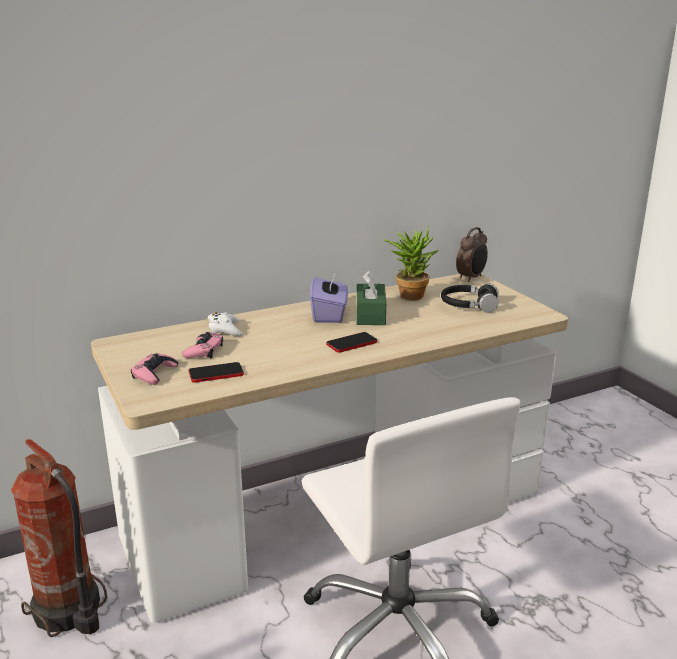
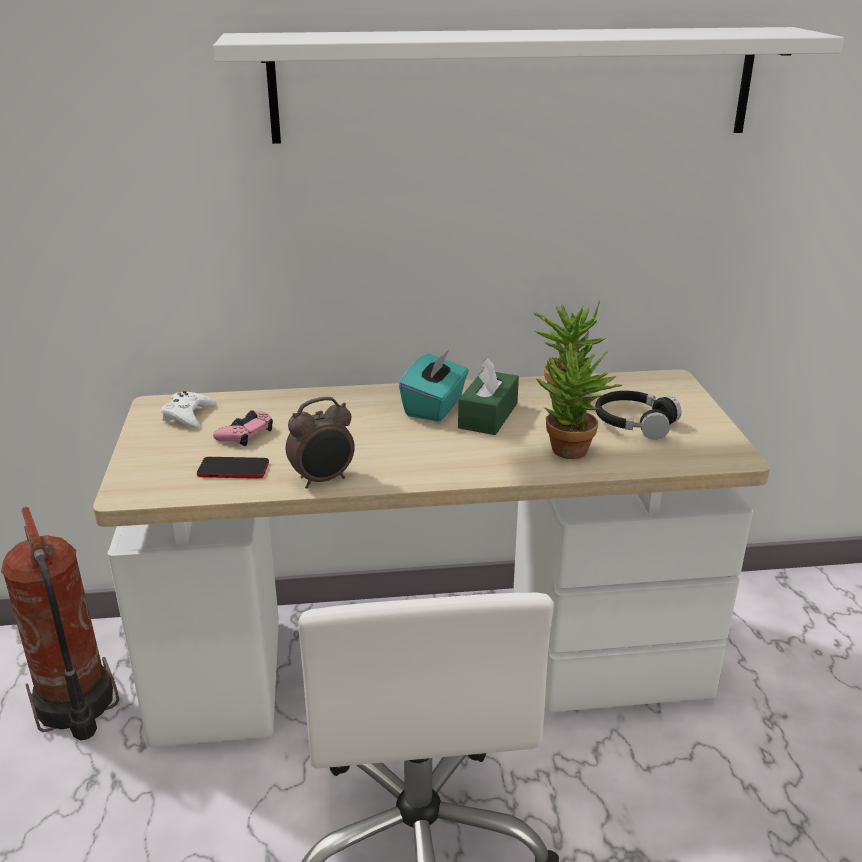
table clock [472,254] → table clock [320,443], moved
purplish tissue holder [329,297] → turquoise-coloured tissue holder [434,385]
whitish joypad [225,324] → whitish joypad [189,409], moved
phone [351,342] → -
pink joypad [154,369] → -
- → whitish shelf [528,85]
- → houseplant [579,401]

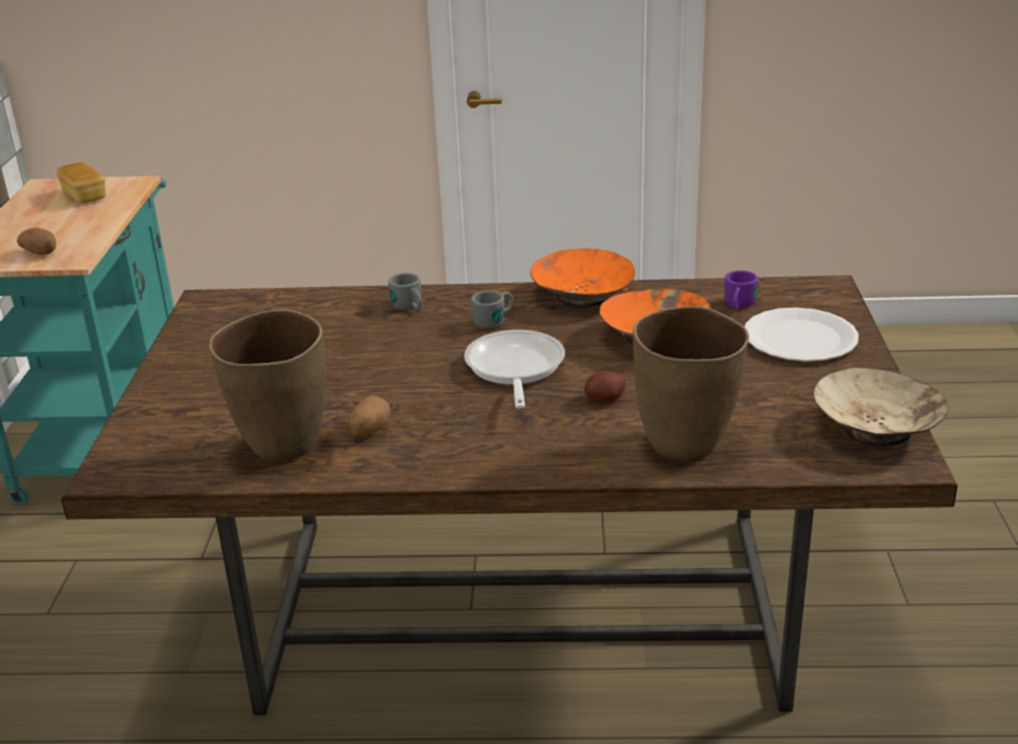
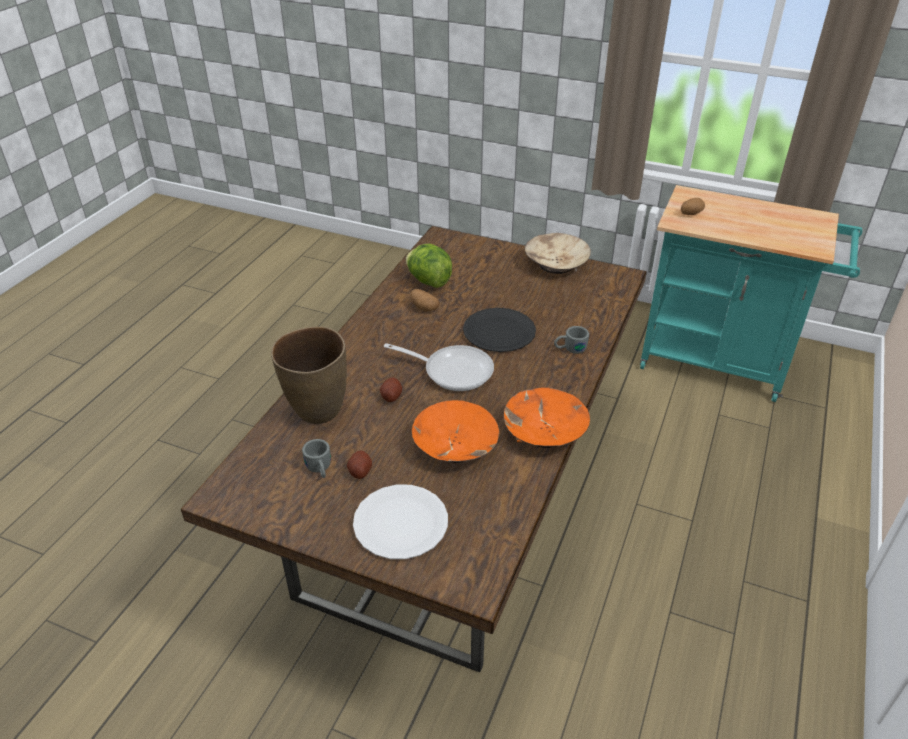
baked bread [81,182] → -
purplish tea mug [741,290] → -
gray tea mug [492,310] → gray tea mug [316,458], moved
brownish decorative vase [267,385] → lettuce [429,266]
beige serving bowl [881,406] → beige serving bowl [558,253], moved
- → black-coloured dinner plate [499,330]
- → spud [359,465]

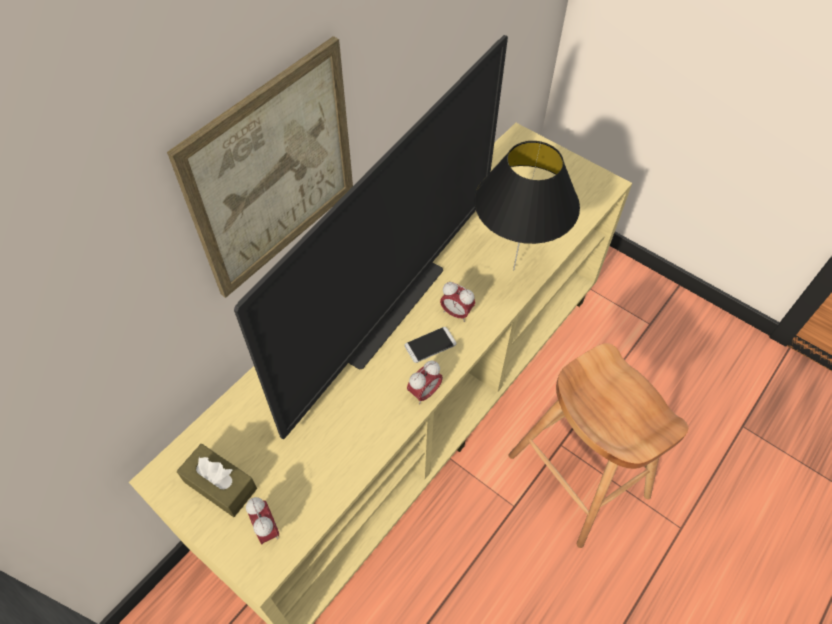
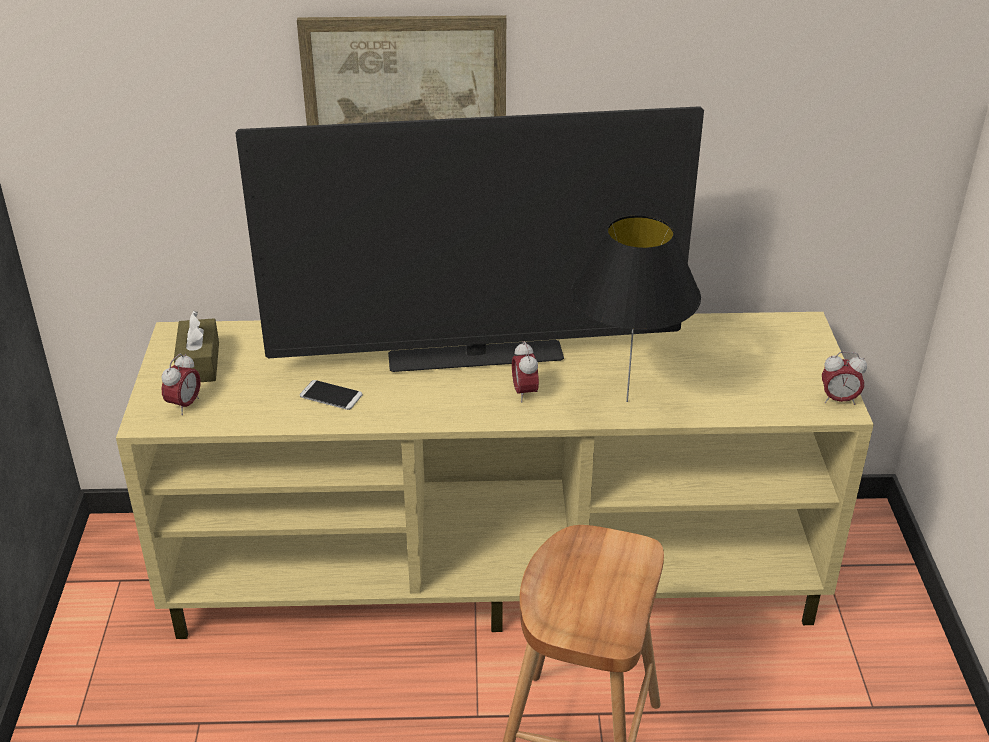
phone [430,345] → phone [331,395], moved
table clock [425,382] → table clock [844,378], moved

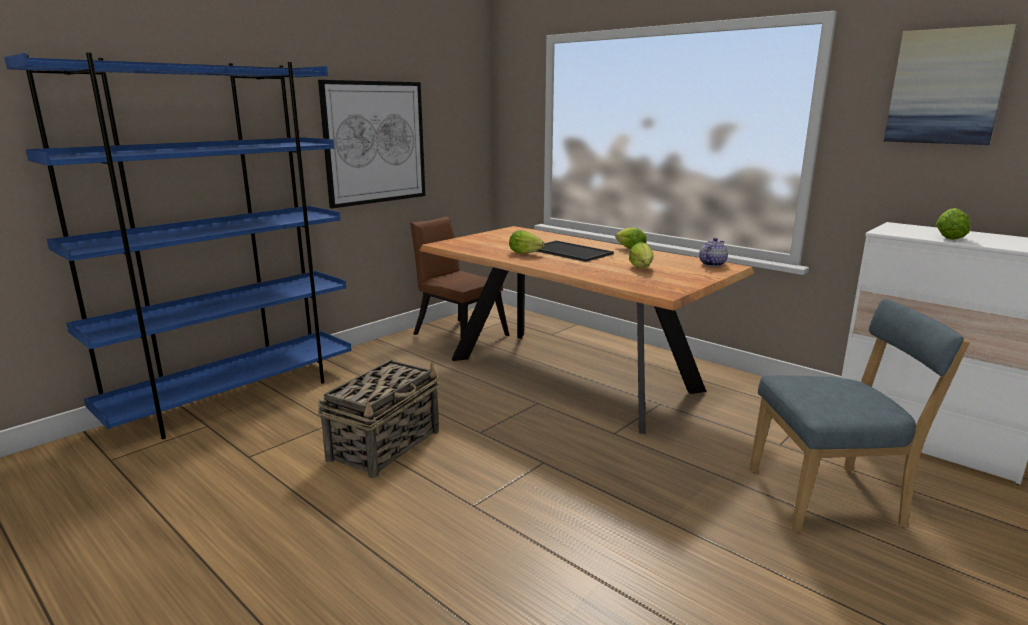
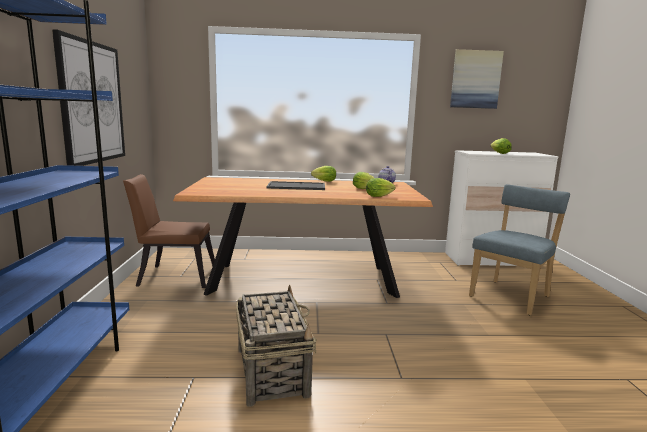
lettuce [527,242] → lettuce [380,187], moved

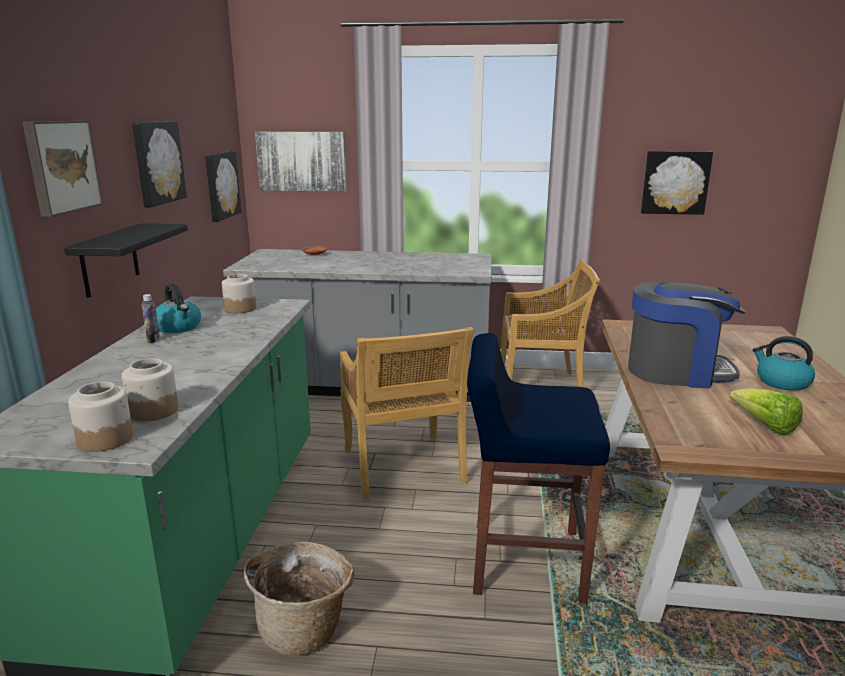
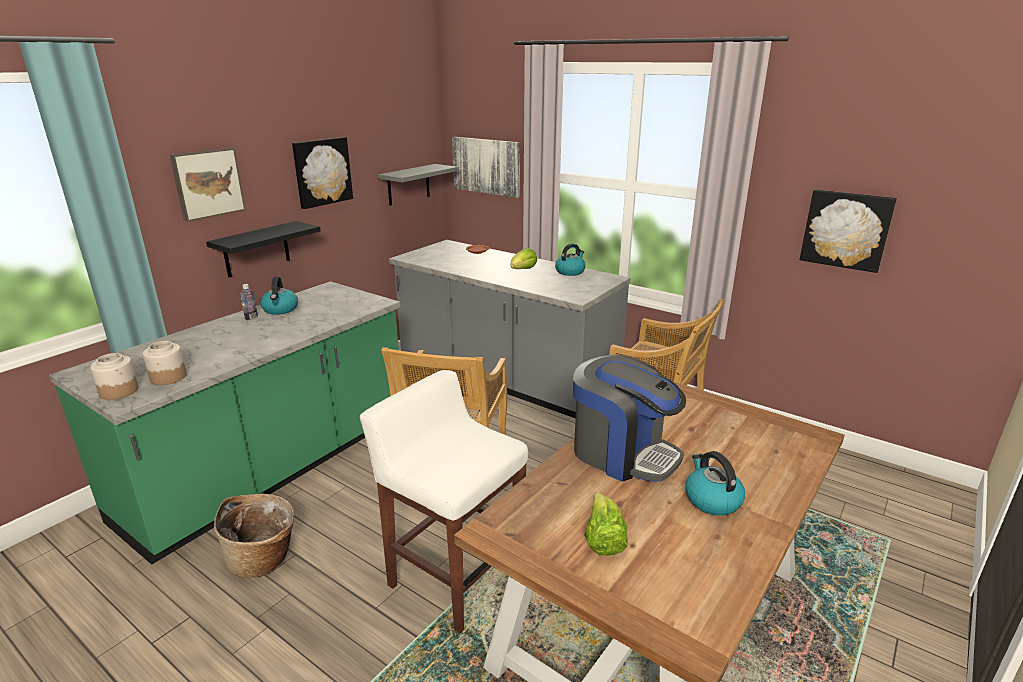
wall picture [223,186] → gray shelf [418,185]
preserve jar [239,293] → -
blue-coloured stool seat [538,468] → whitish stool seat [444,502]
- → water kettle [570,259]
- → lettuce [523,258]

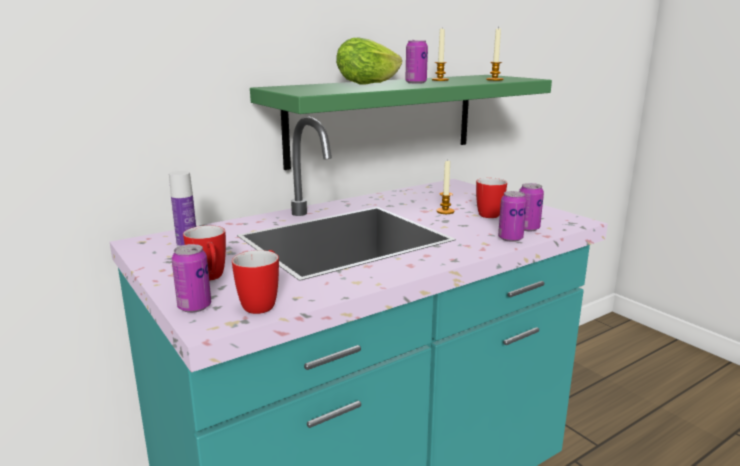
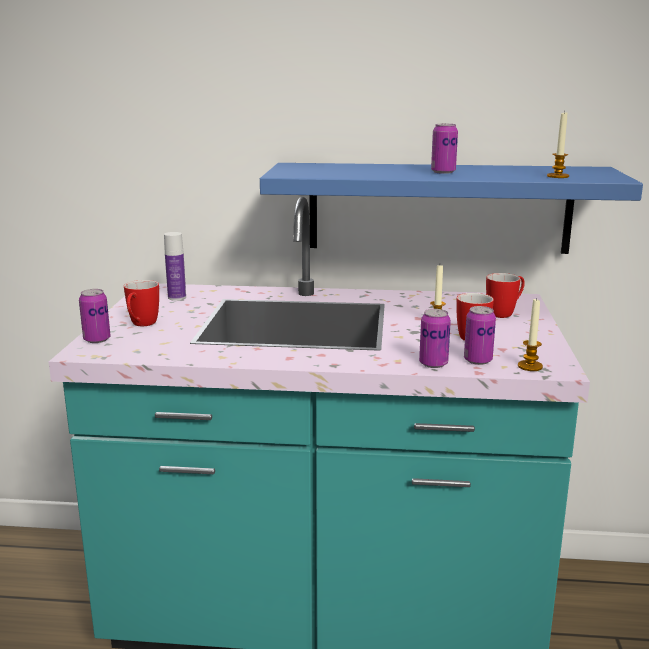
wax candle [440,54] → wax candle [530,335], moved
lettuce [369,61] → -
green-coloured shelf [401,122] → blue-coloured shelf [451,208]
tea mug [255,282] → tea mug [505,295], moved

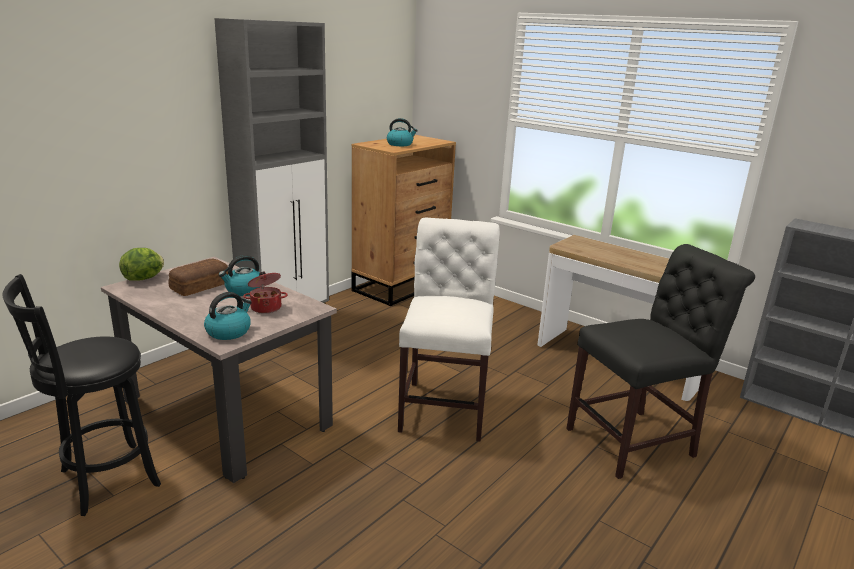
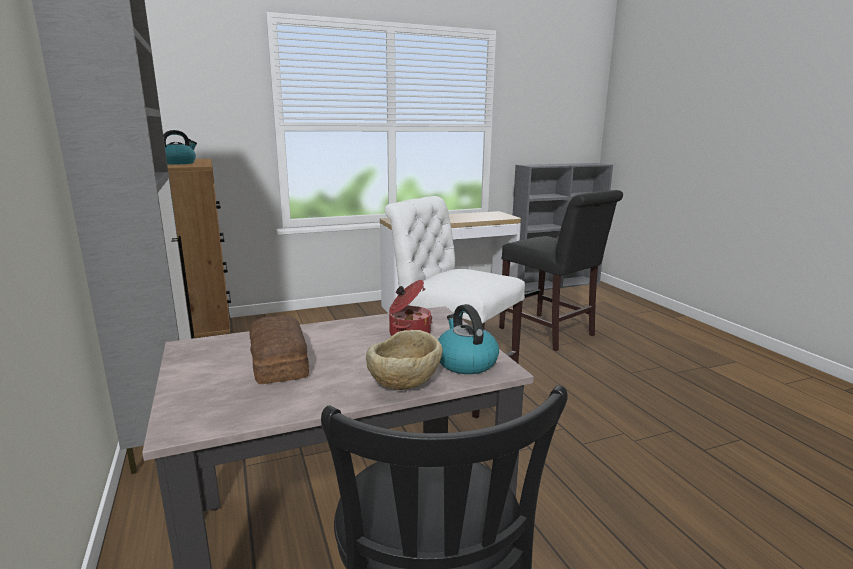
black-coloured plain chair [660,361] → black-coloured plain chair [561,270], 135 degrees clockwise
lettuce [141,264] → -
water kettle [239,275] → -
- → beige serving bowl [404,360]

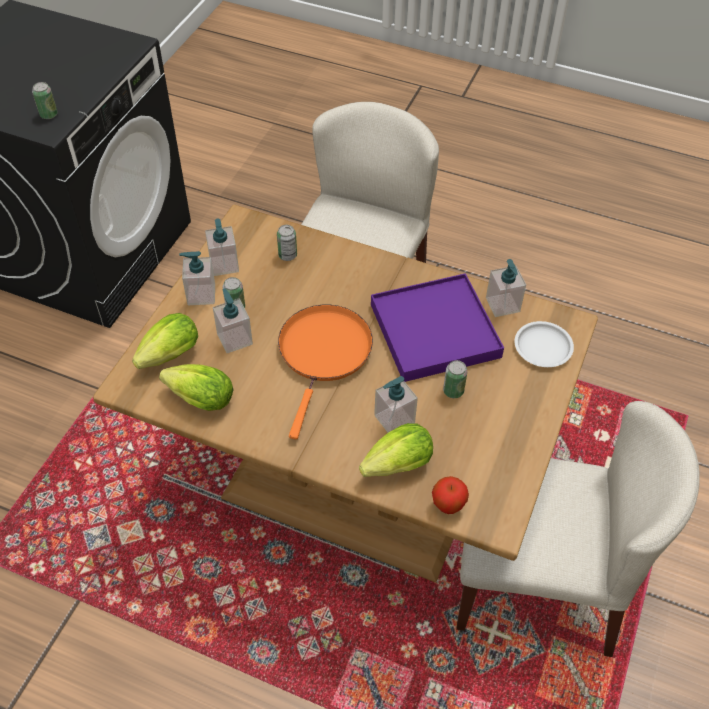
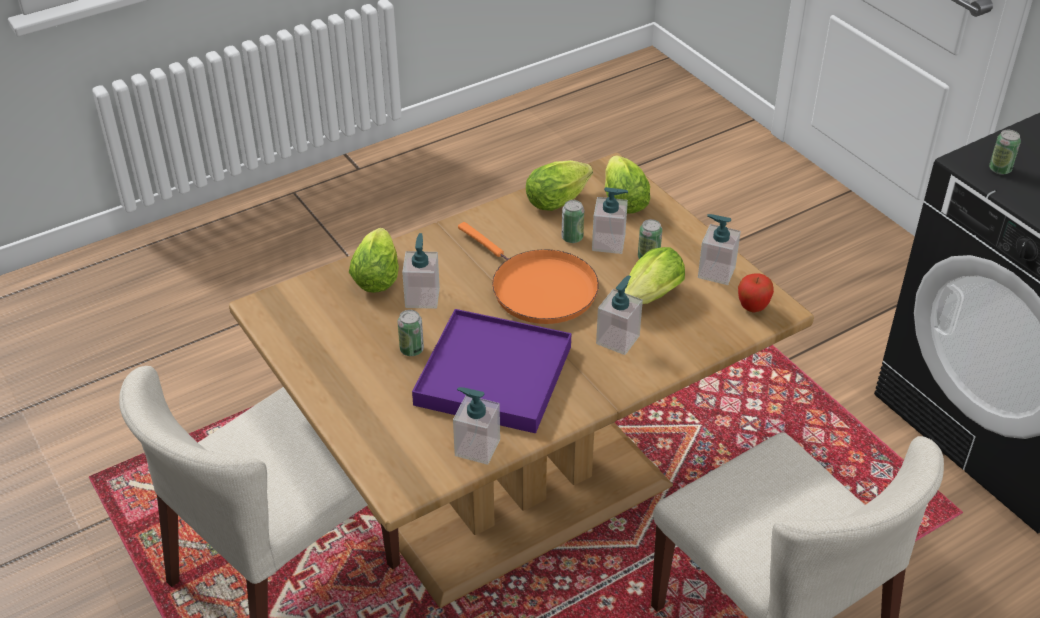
metal can [287,243] → metal can [573,221], moved
soap dispenser [197,278] → soap dispenser [619,315], moved
whitish dinner plate [544,344] → -
apple fruit [450,495] → apple fruit [756,292], moved
- → lettuce [654,275]

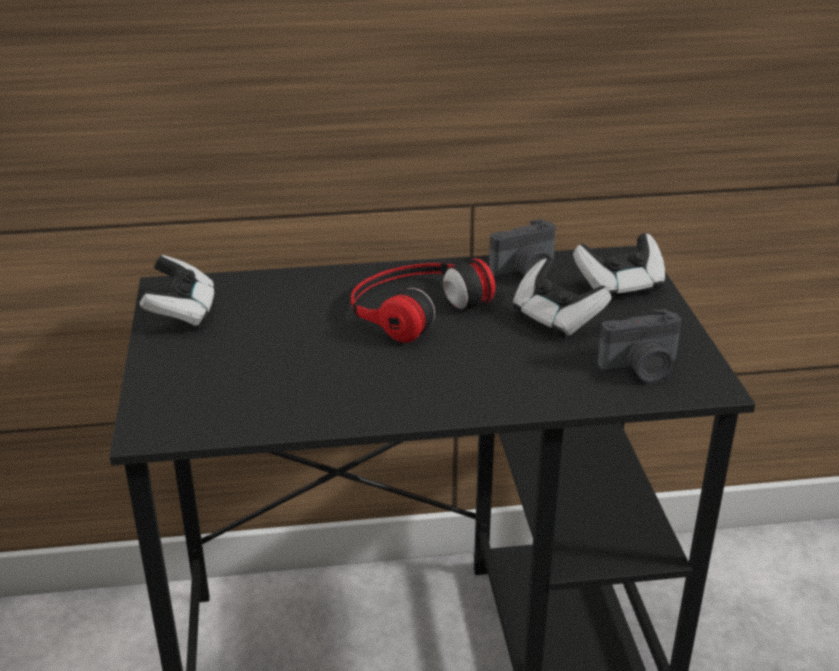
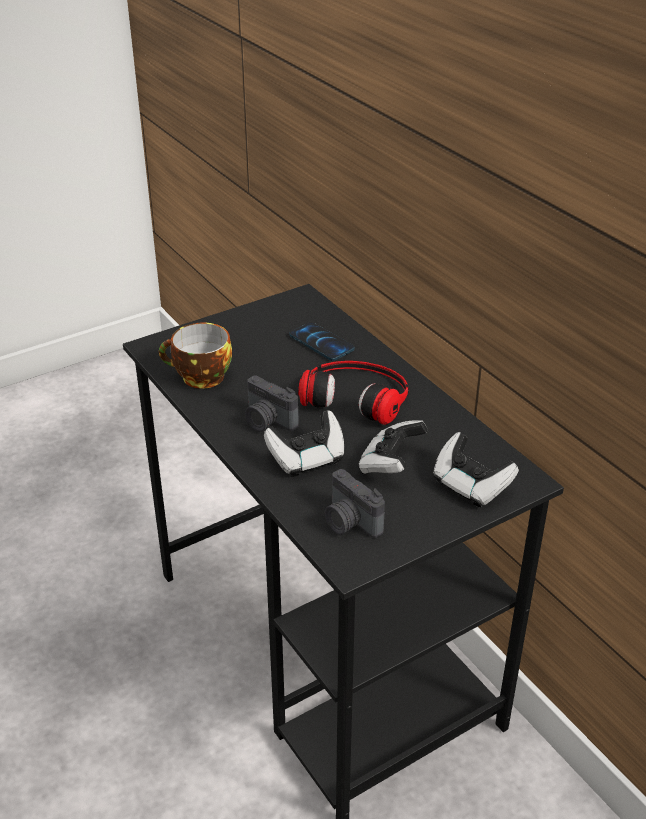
photo camera [522,248] → photo camera [272,404], moved
joypad [177,291] → joypad [304,443], moved
- → phone [322,341]
- → drinking cup [195,356]

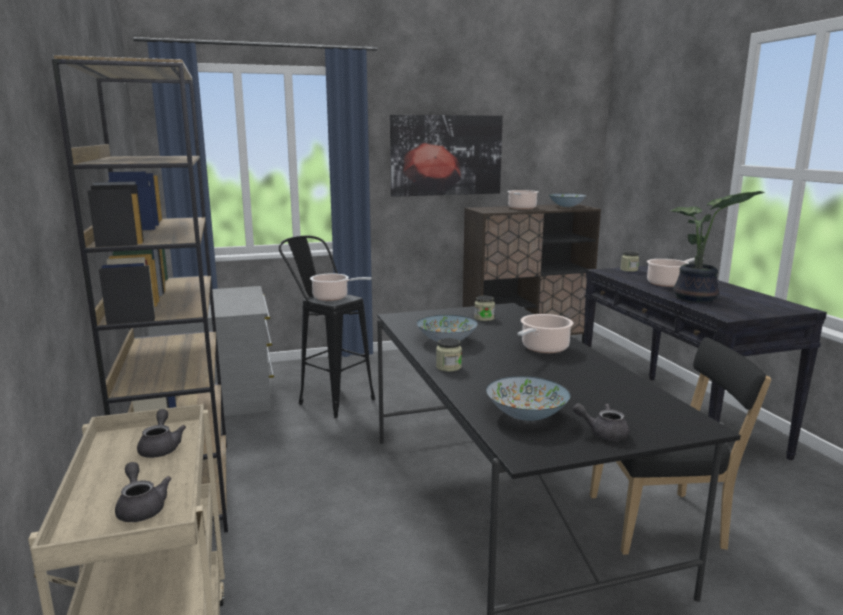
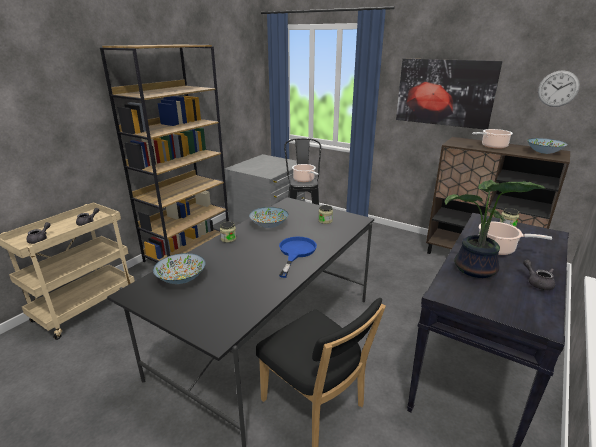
stockpot [545,333] → blue-coloured pan [298,257]
gray teapot [601,422] → gray teapot [539,275], moved
- → clock on the wall [559,88]

